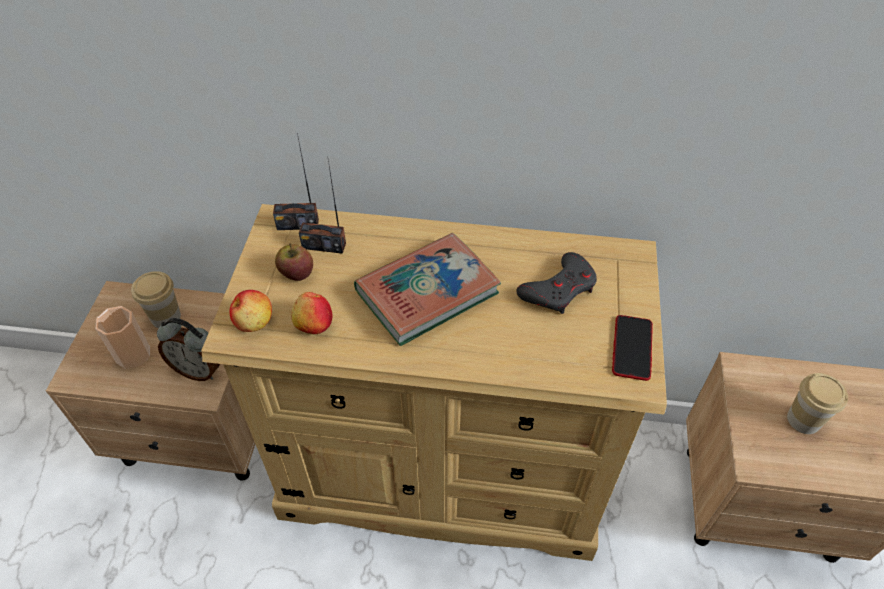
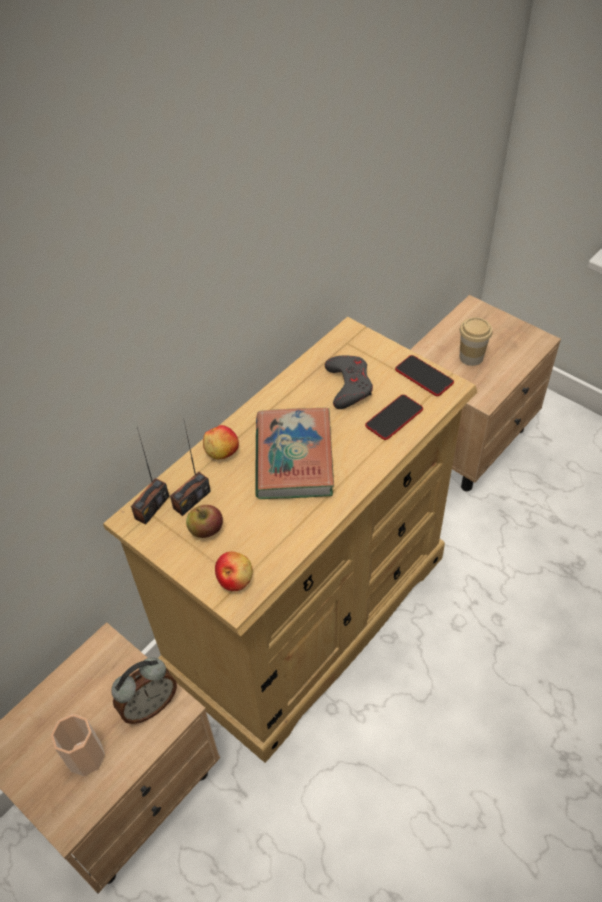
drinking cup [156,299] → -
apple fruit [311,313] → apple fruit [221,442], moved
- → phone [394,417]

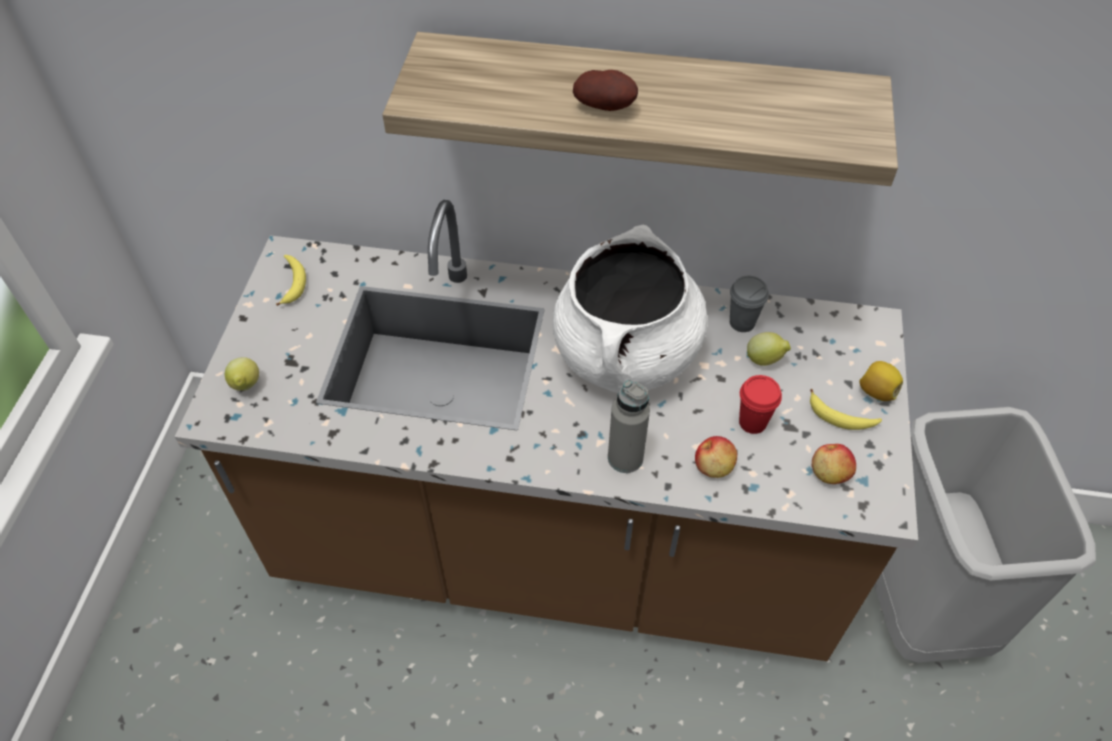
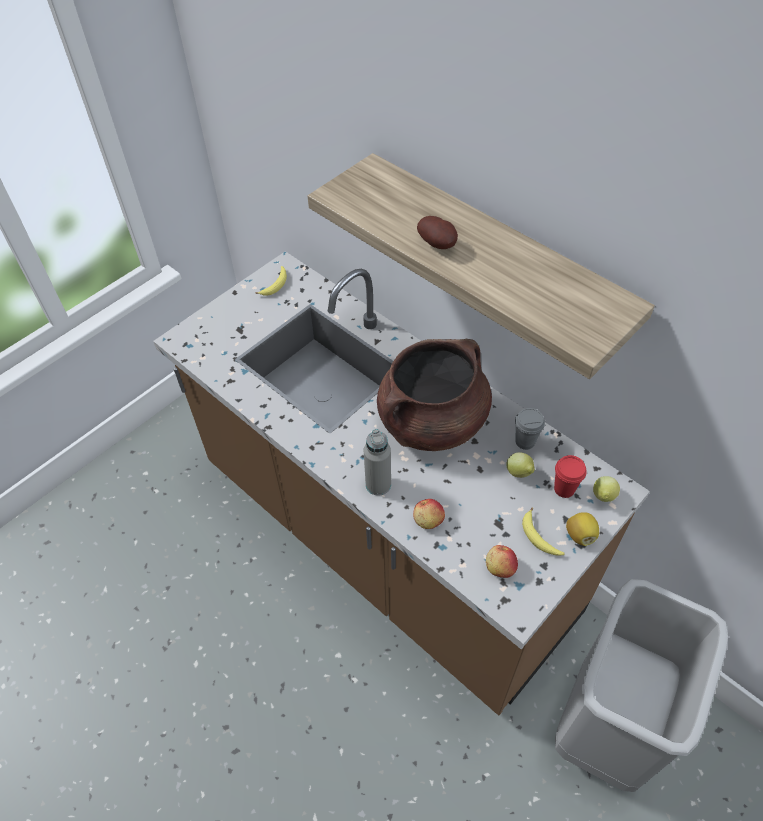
whitish stockpot [630,309] → brownish stockpot [434,395]
lemon [242,374] → lemon [606,489], moved
red-coloured drinking cup [760,404] → red-coloured drinking cup [570,476], moved

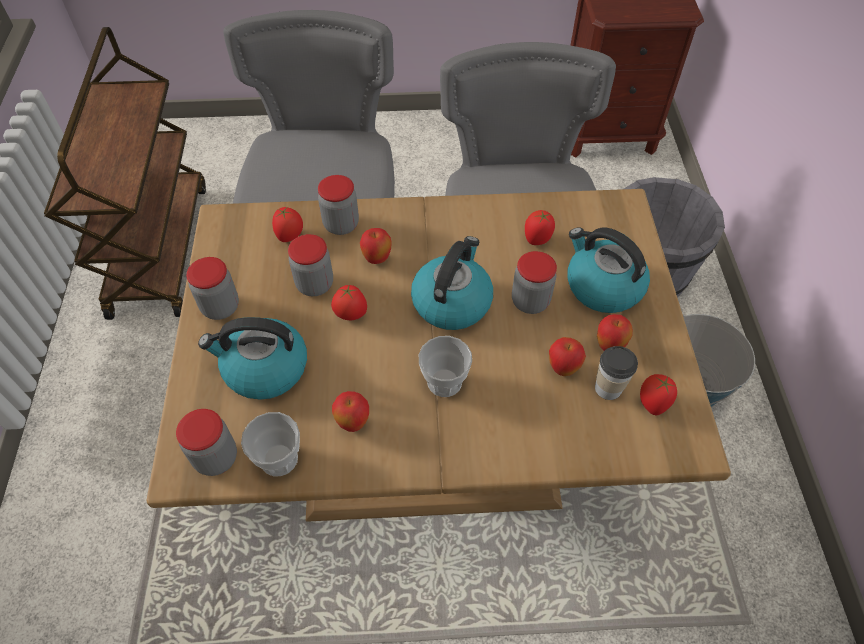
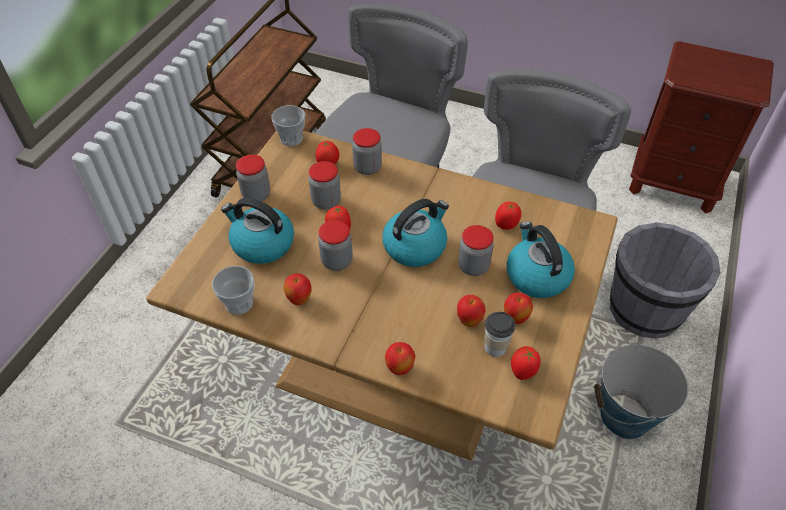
apple fruit [376,246] → apple fruit [400,358], moved
drinking cup [445,366] → drinking cup [288,125], moved
preserve jar [206,442] → preserve jar [335,245], moved

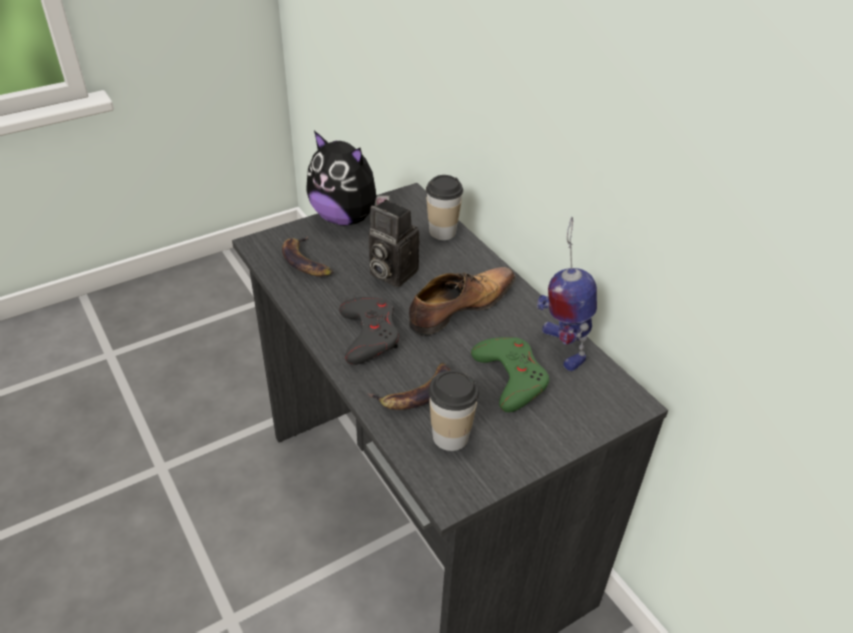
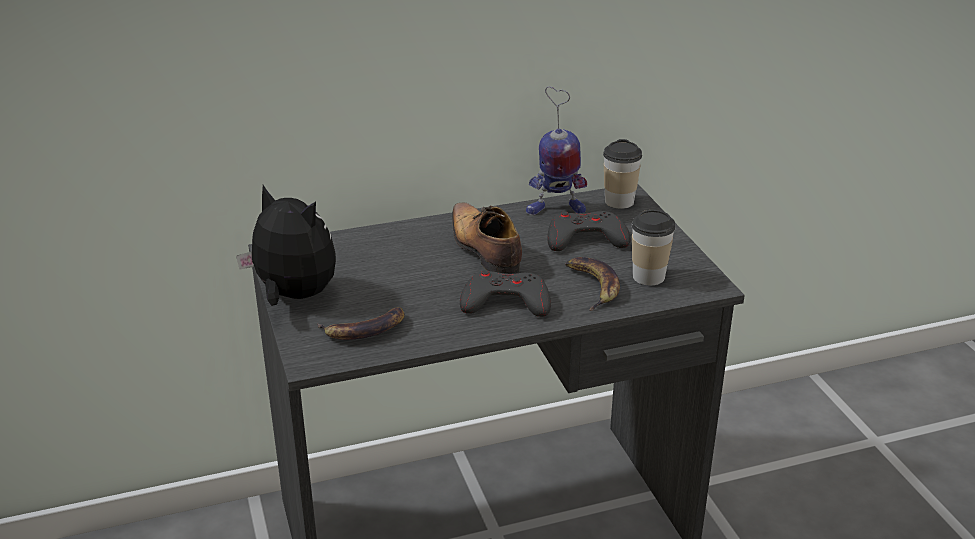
plush toy [348,178] → plush toy [286,245], 105 degrees counterclockwise
drinking cup [444,207] → drinking cup [622,174], moved
photo camera [393,243] → -
green-coloured joypad [510,374] → gray joypad [588,231]

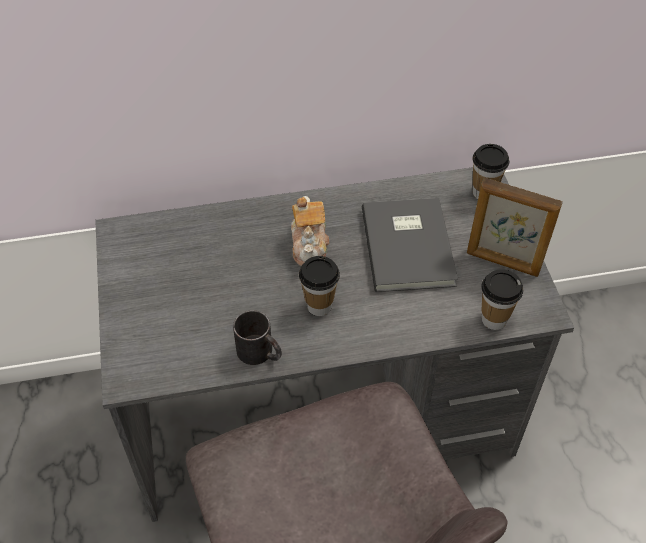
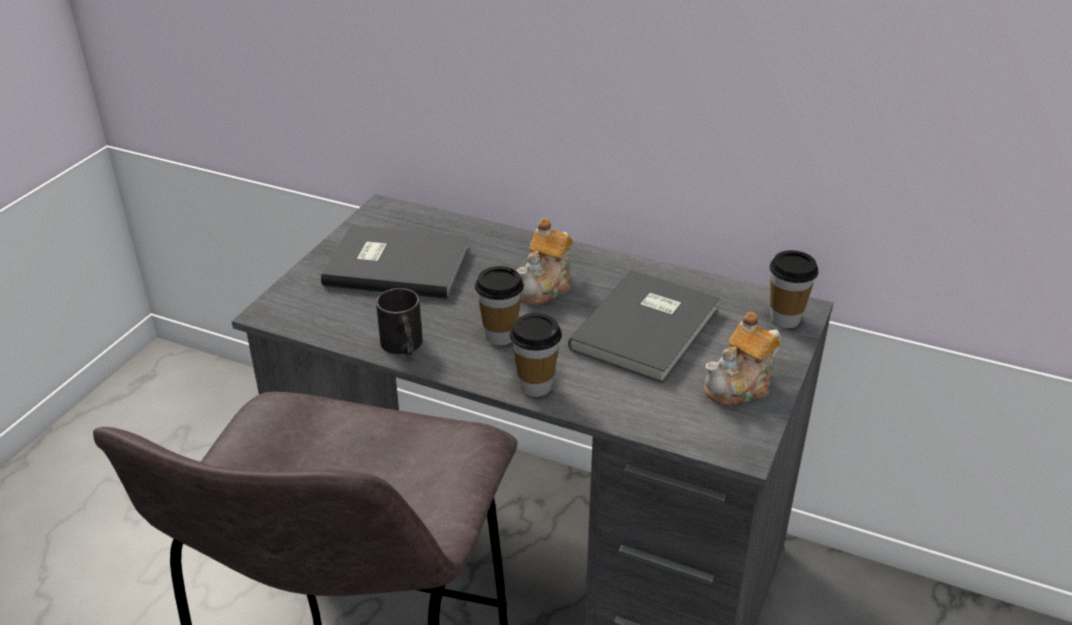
photo frame [515,227] → teapot [742,359]
drinking cup [502,299] → drinking cup [536,355], moved
- → gray bound book [395,262]

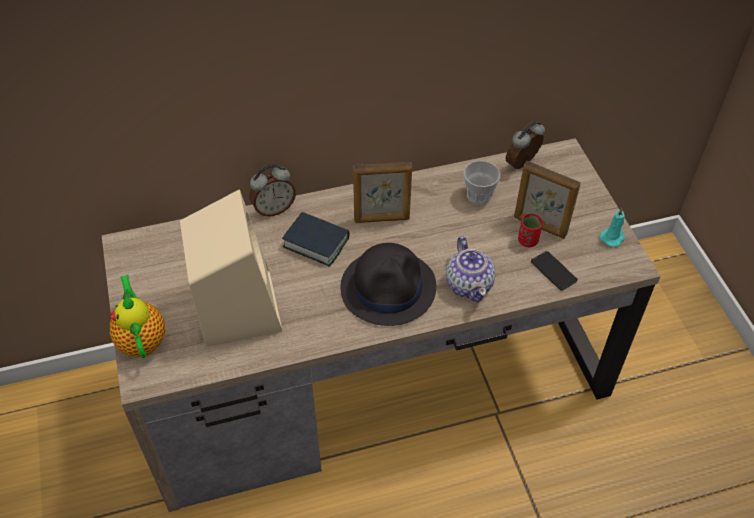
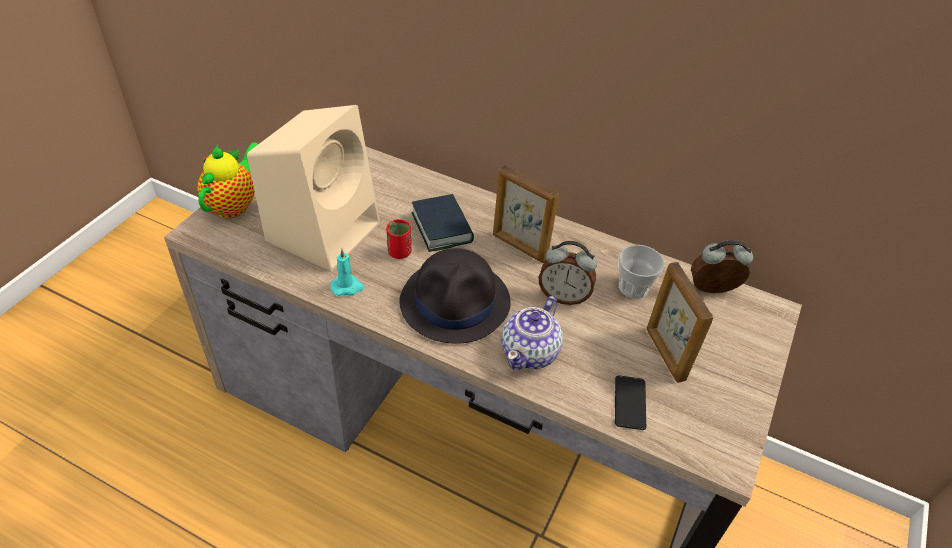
table clock [273,190] → table clock [568,273], moved
turquoise-coloured wax candle [612,227] → turquoise-coloured wax candle [347,272], moved
red-coloured drinking cup [530,230] → red-coloured drinking cup [399,239], moved

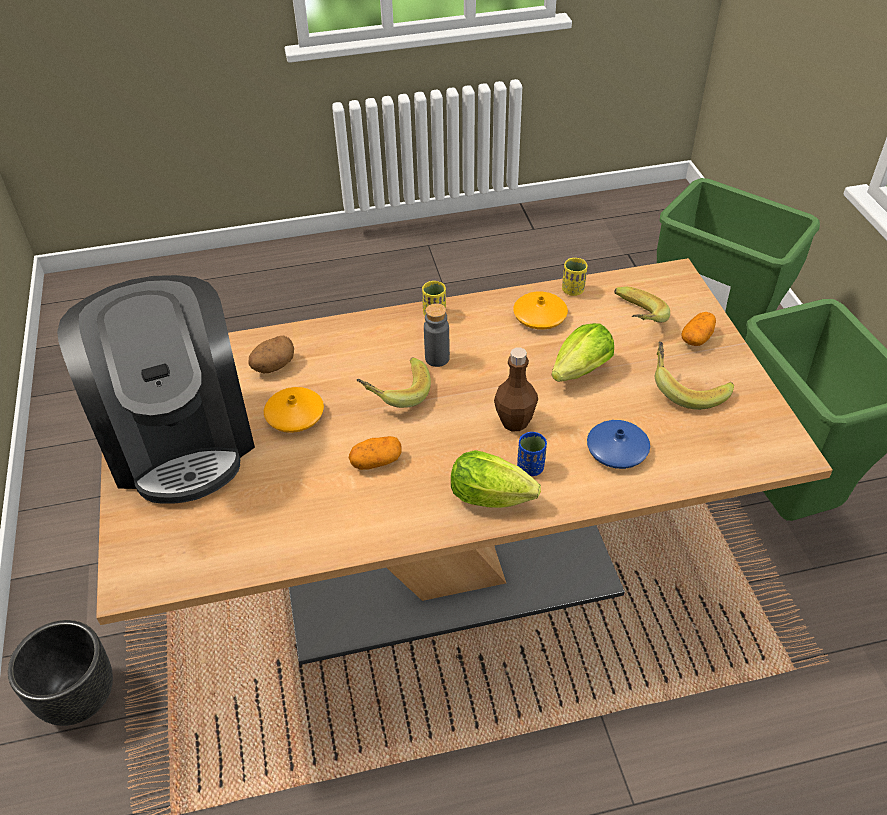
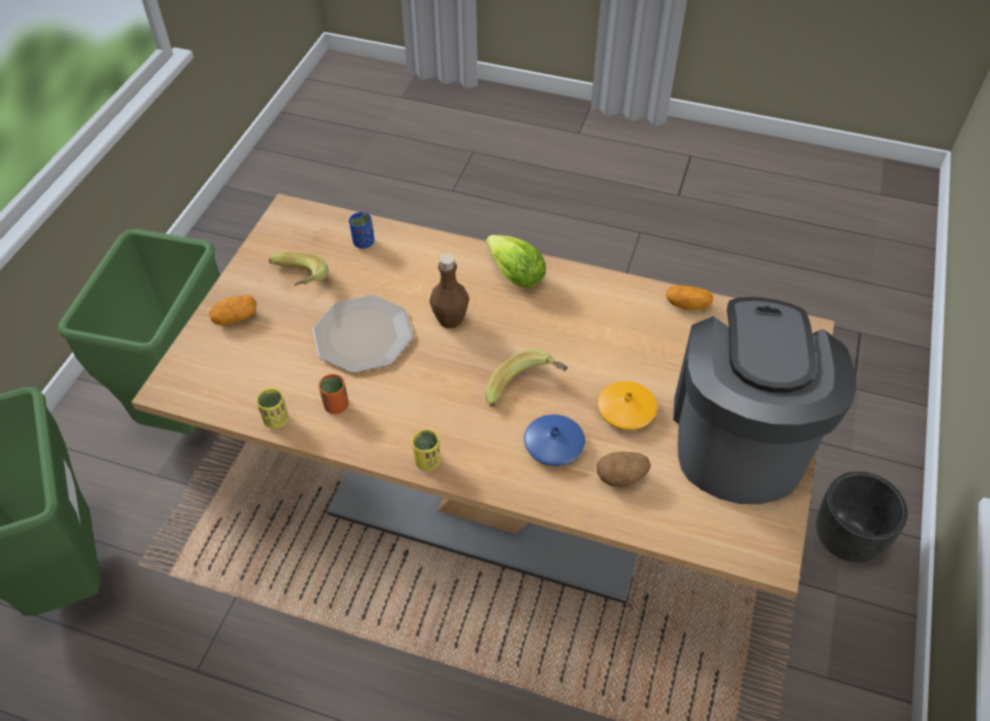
whole banana [642,304] → -
orange-coloured decorative vase [540,310] → orange-coloured drinking cup [334,394]
gray drink bottle [437,335] → -
lettuce [583,352] → dinner plate [363,334]
blue-coloured decorative vase [618,444] → blue-coloured decorative vase [554,440], moved
blue-coloured drinking cup [532,454] → blue-coloured drinking cup [362,230], moved
spud [375,453] → spud [689,297], moved

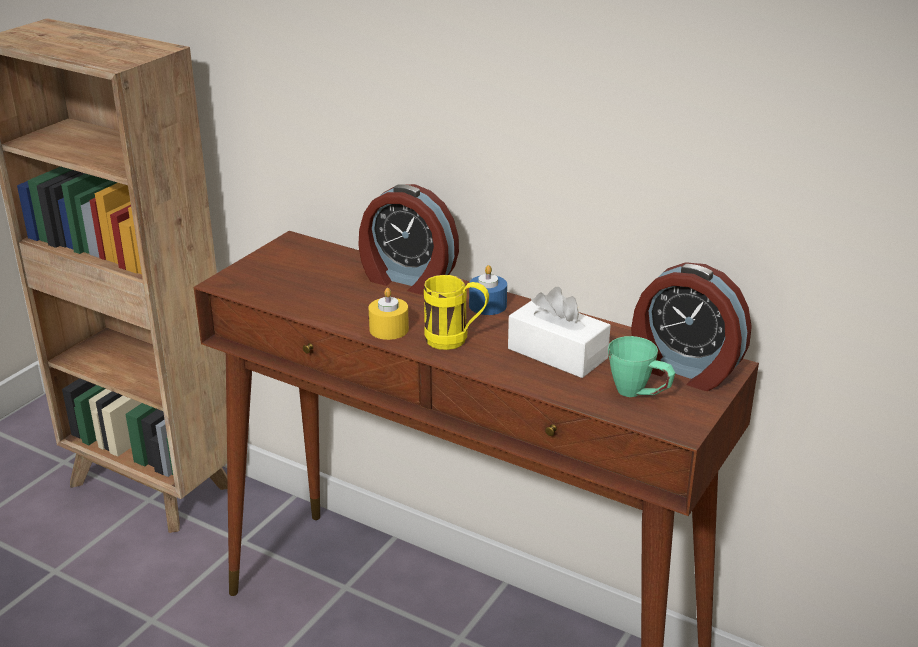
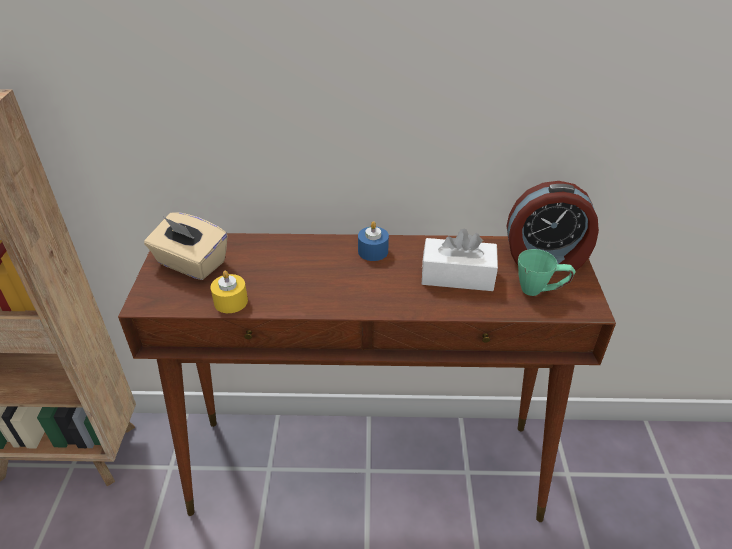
table clock [408,239] → -
yellowish tea mug [456,312] → -
yellowish wax candle [389,314] → yellowish wax candle [229,292], moved
- → beige tissue holder [186,246]

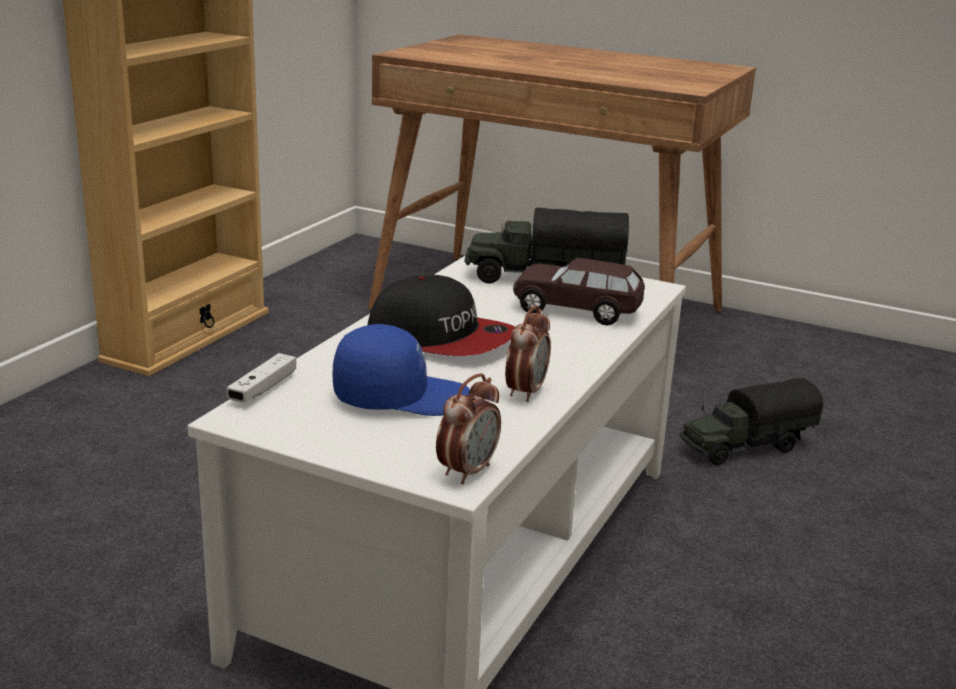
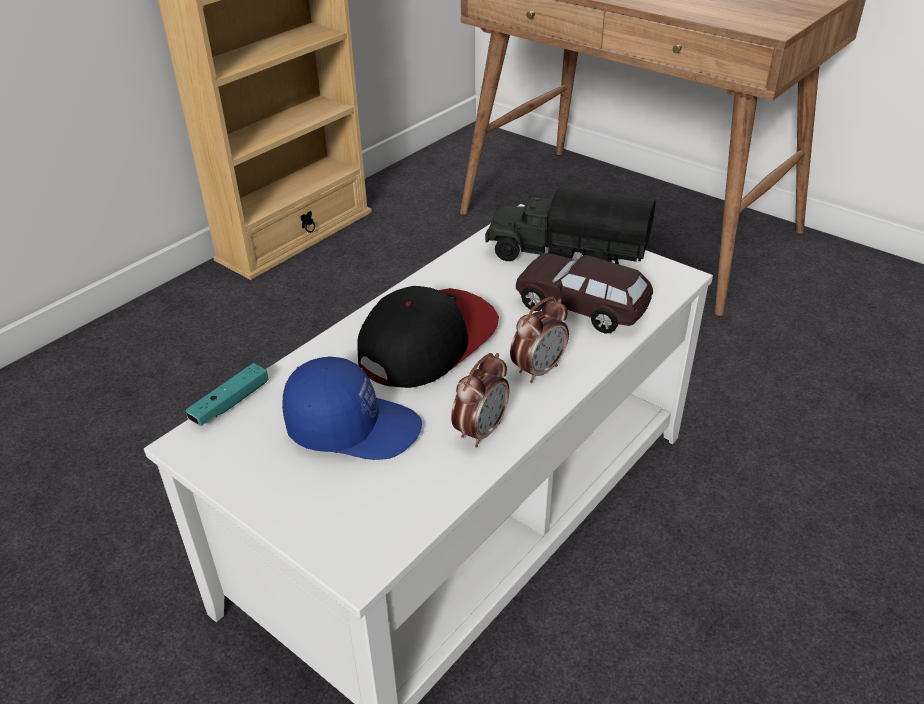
cap [441,315] → cap [428,337], 90 degrees counterclockwise
whitish joypad [261,377] → turquoise-coloured joypad [227,394]
table clock [468,429] → table clock [539,340], moved
model truck [751,421] → -

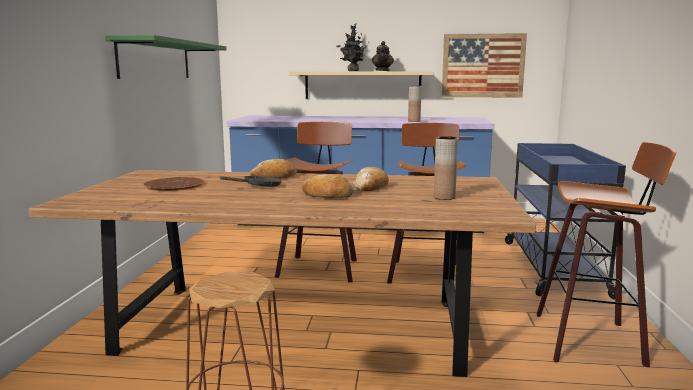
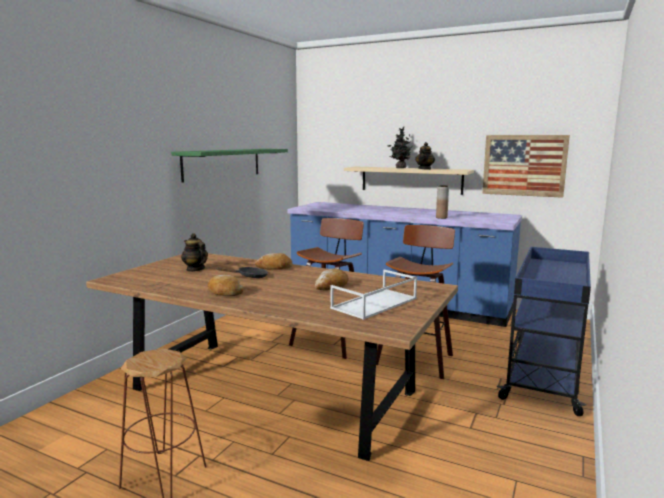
brownish decorative vase [446,168] → whitish tray [373,295]
stool seat [606,254] → -
baked bread [328,186] → baked bread [226,285], moved
brownish dinner plate [174,184] → teapot [194,252]

